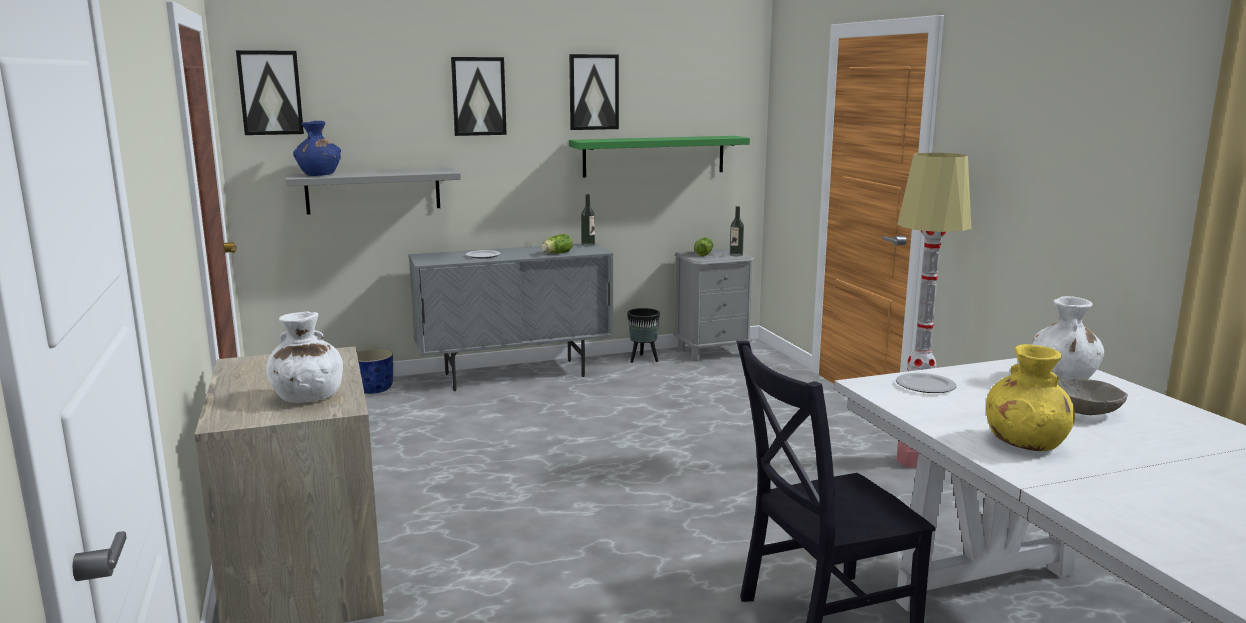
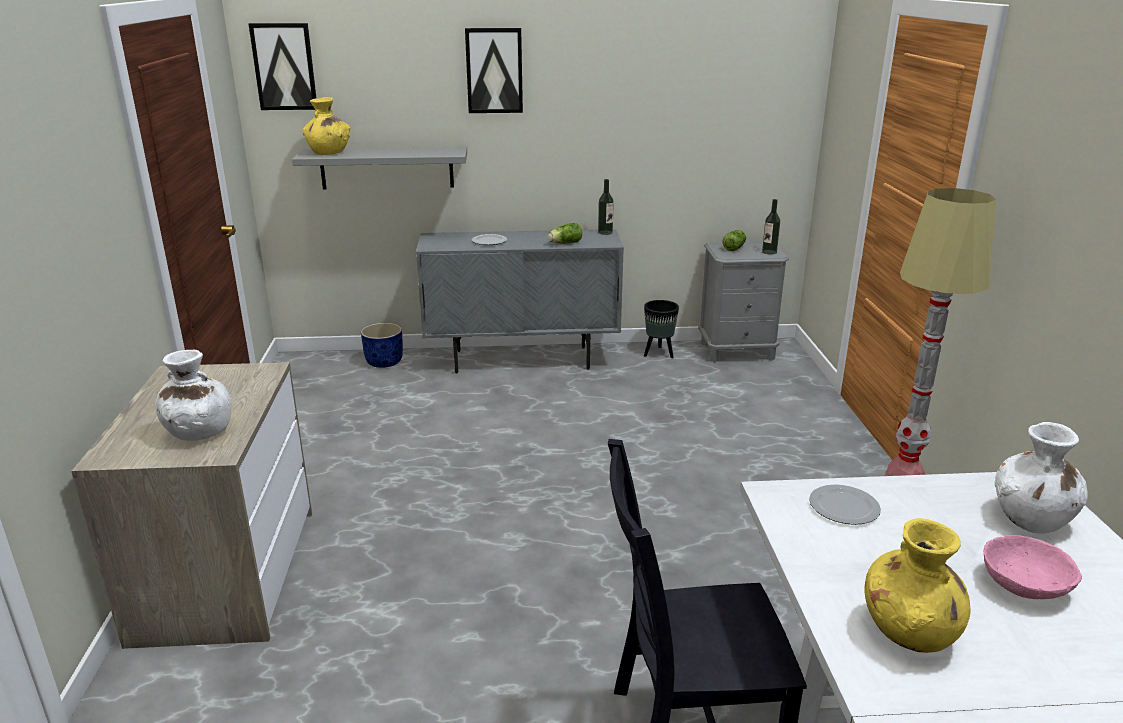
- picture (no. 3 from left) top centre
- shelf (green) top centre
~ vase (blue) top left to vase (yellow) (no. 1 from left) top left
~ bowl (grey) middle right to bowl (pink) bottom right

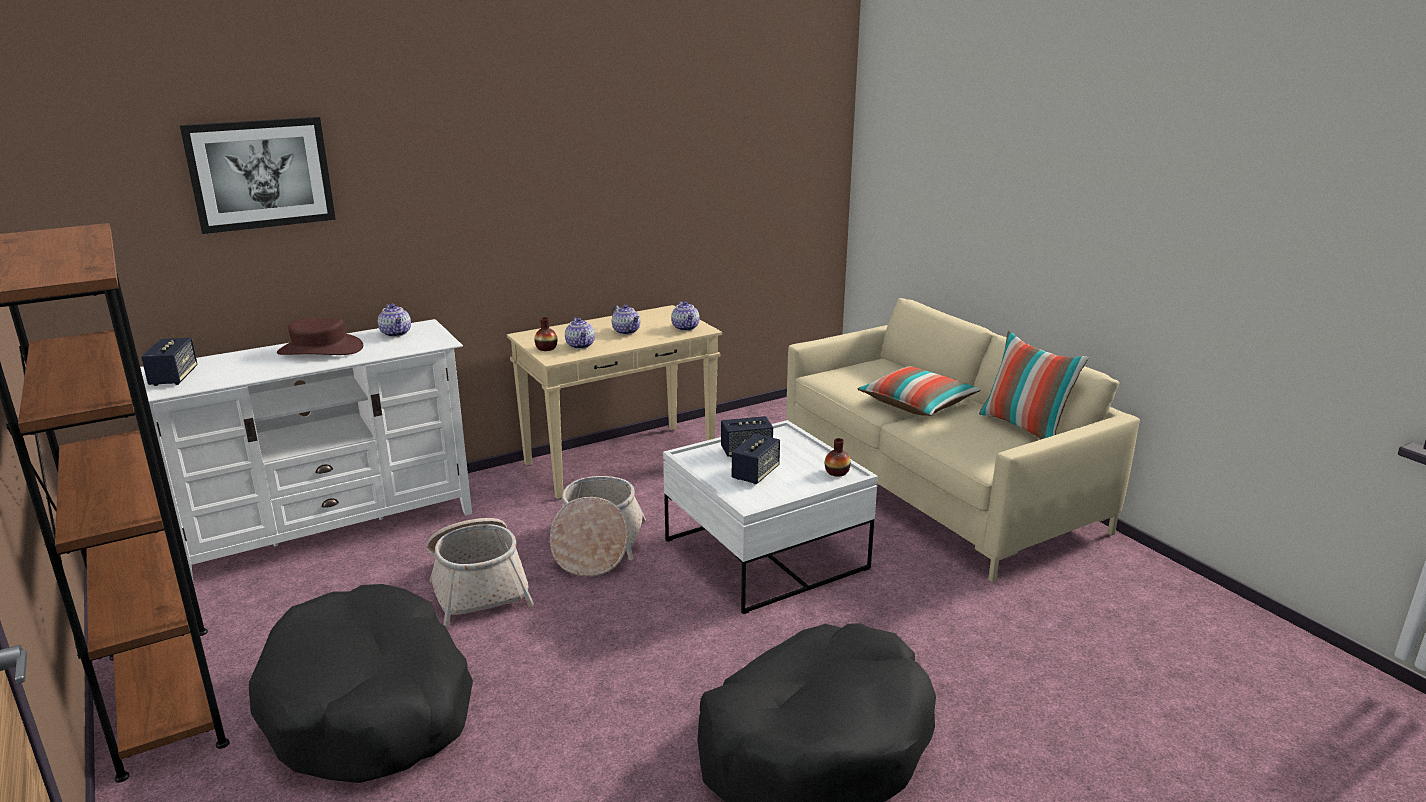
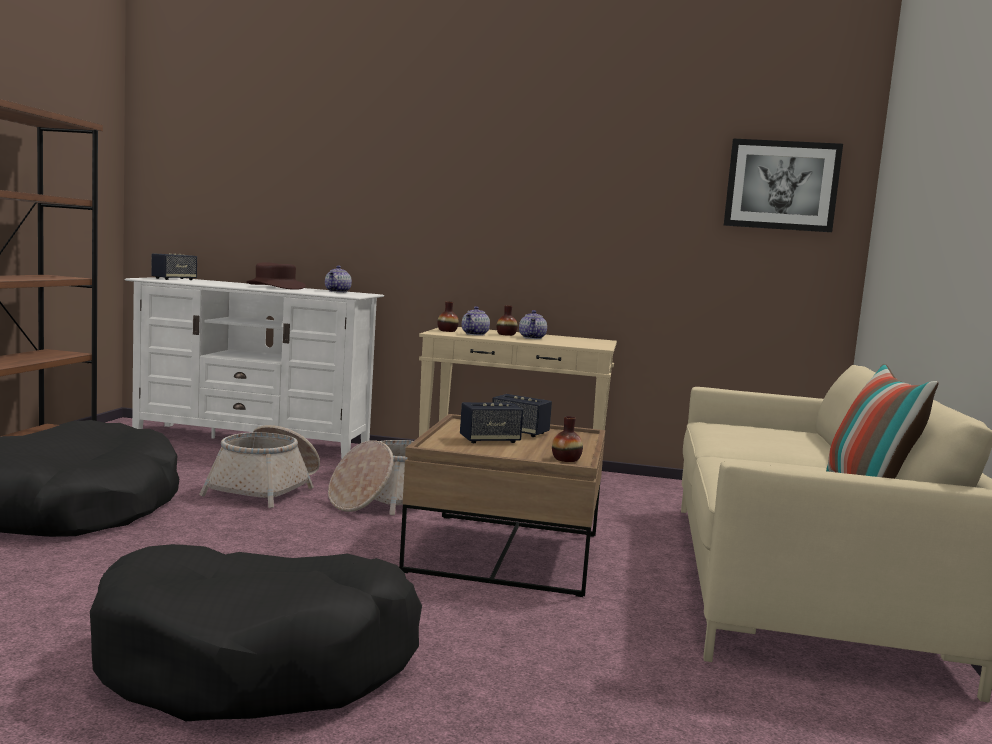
- teapot (no. 4 from left) centre
- pillow (no. 1 from left) centre
+ vase (no. 2 from left) centre
~ picture top left to top right
~ coffee table (white) centre to coffee table (brown) bottom centre

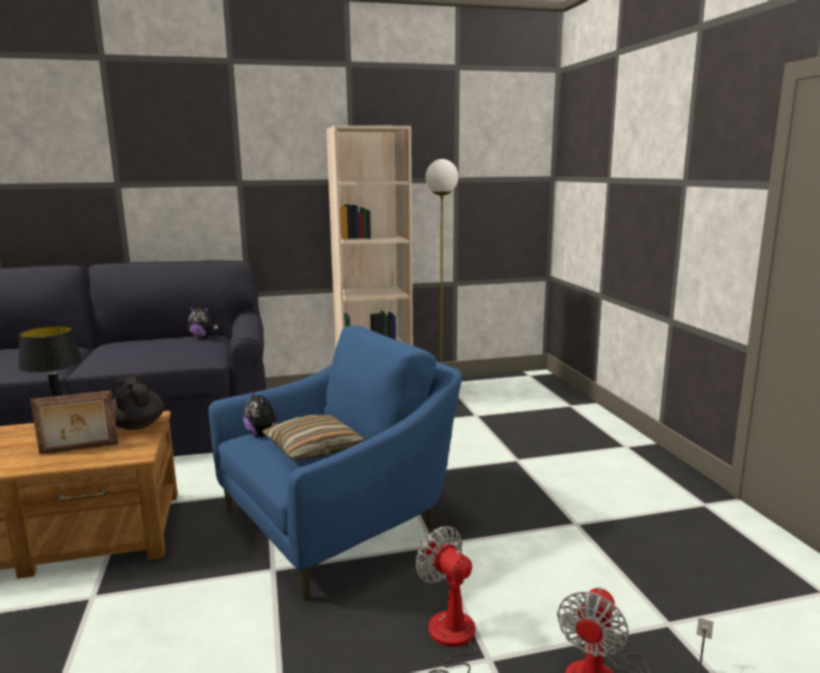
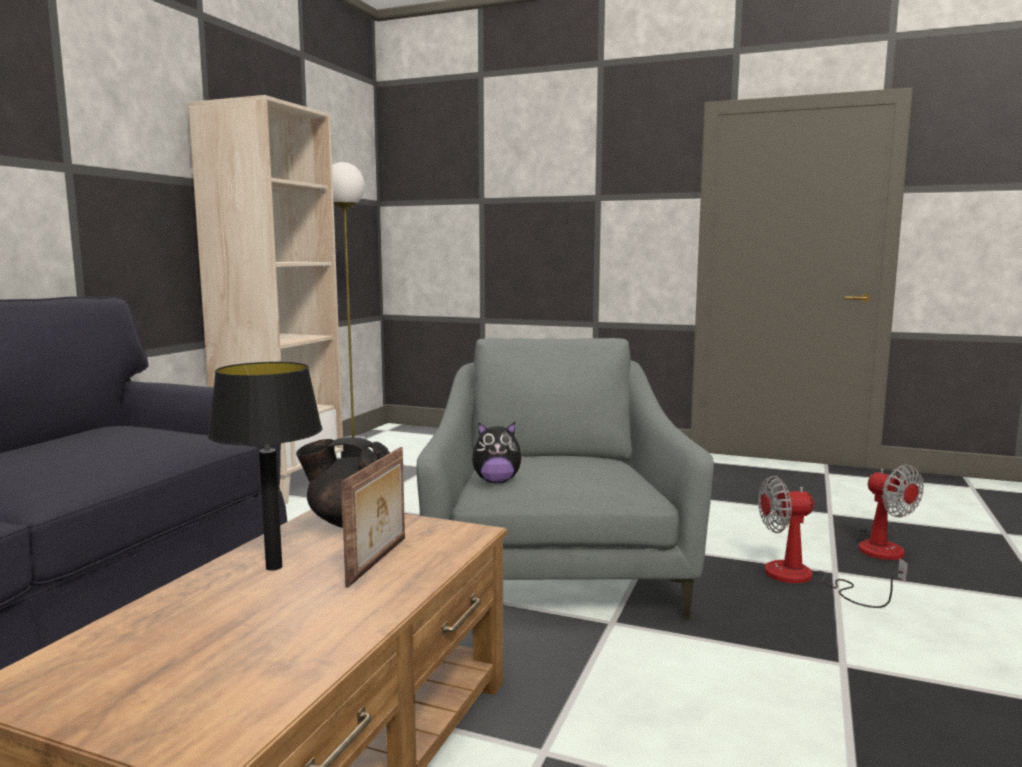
- plush toy (no. 1 from left) middle left
- pillow centre
~ armchair (blue) bottom centre to armchair (grey) centre

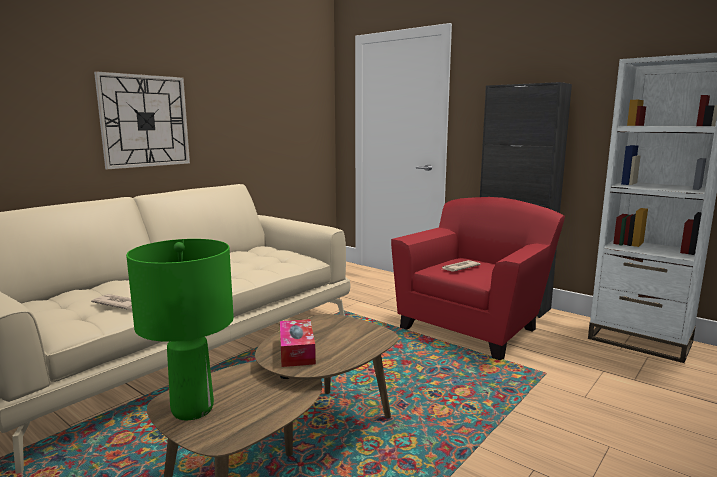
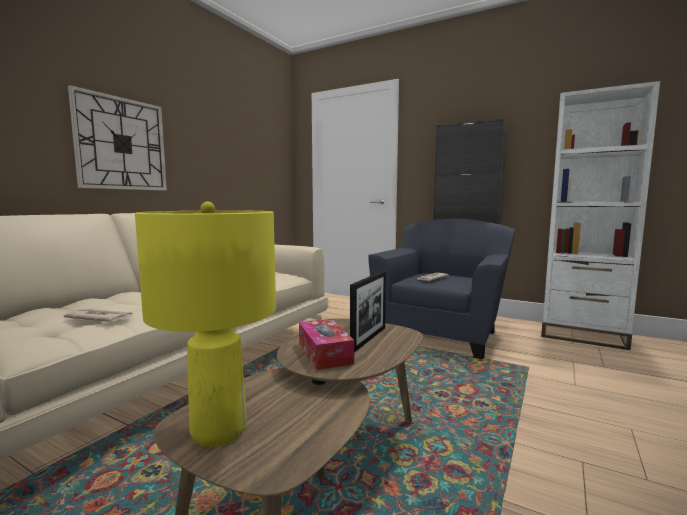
+ picture frame centre
~ table lamp (green) bottom left to table lamp (yellow) middle left
~ armchair (red) middle right to armchair (blue) centre

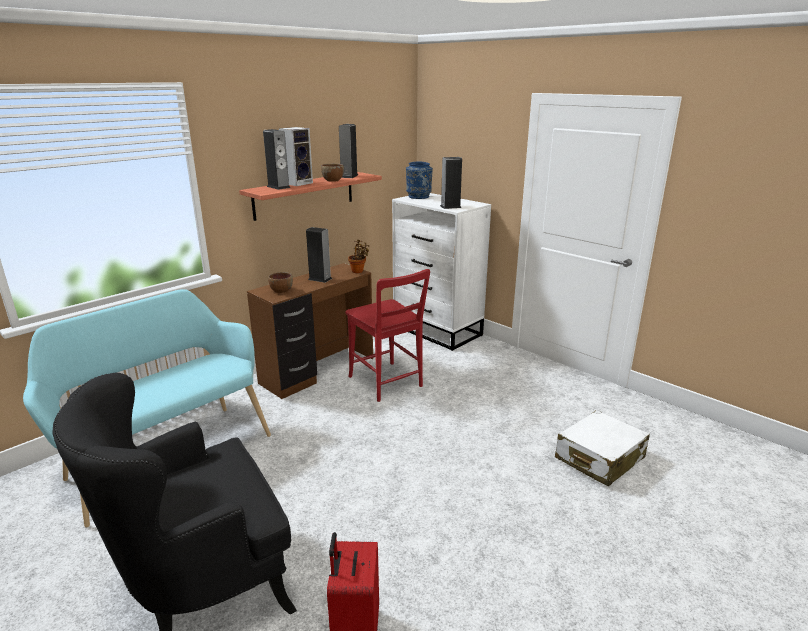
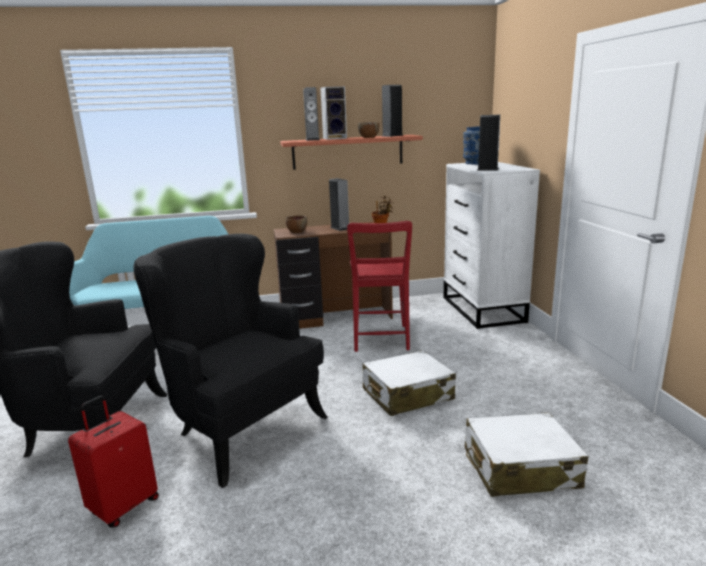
+ armchair (black) (no. 2 from left) middle left
+ suitcase (white) (no. 1 from left) bottom centre

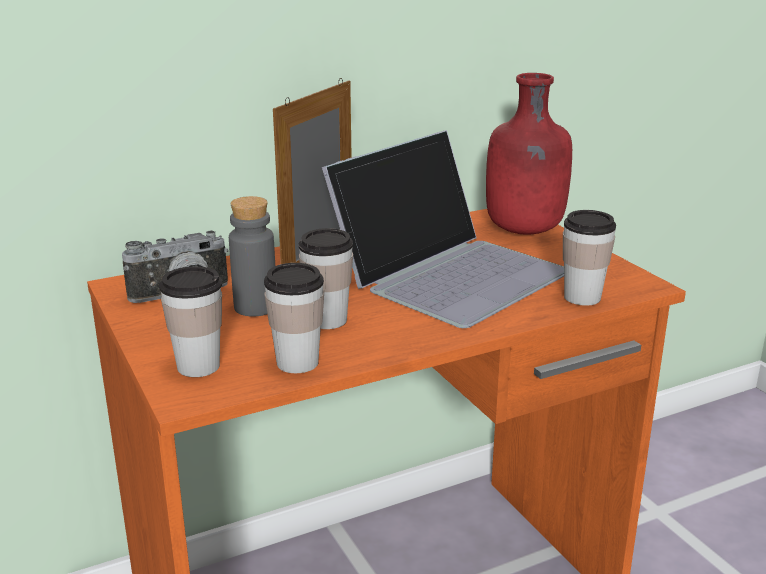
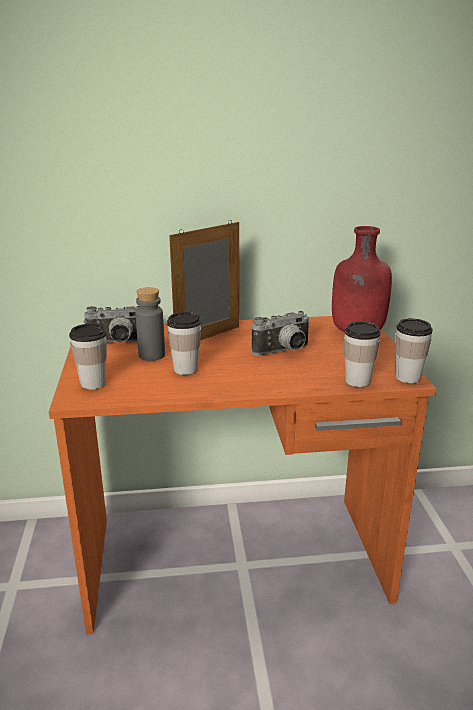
~ cup (no. 2 from left in the first image) centre to cup (no. 4 from left) middle right
~ laptop centre to photo camera (no. 2 from left) centre

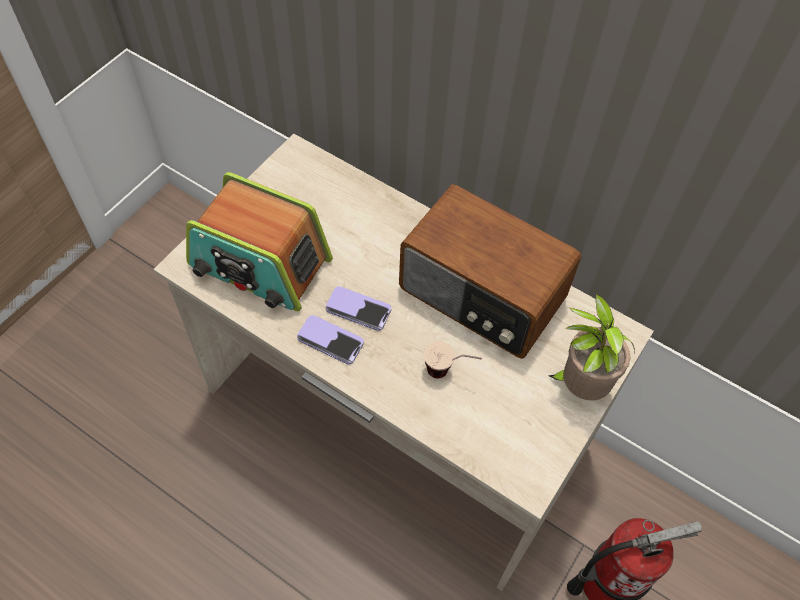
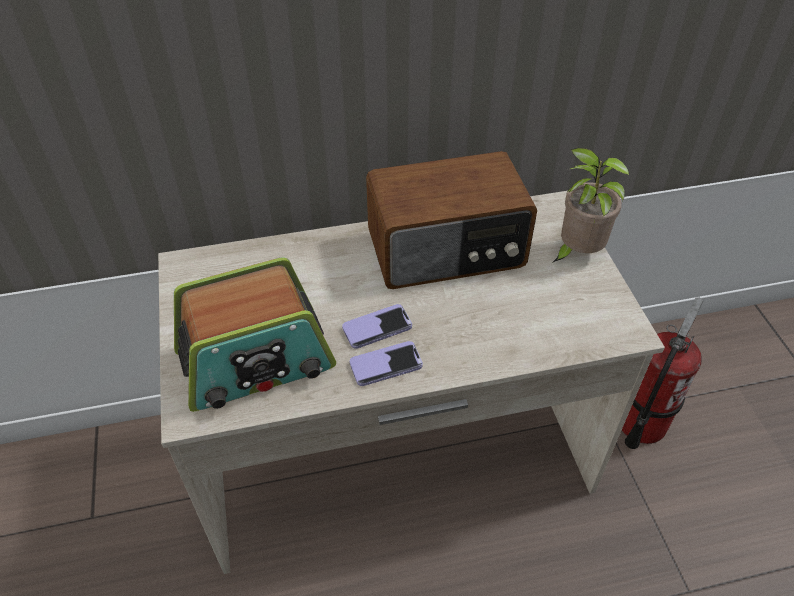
- cup centre

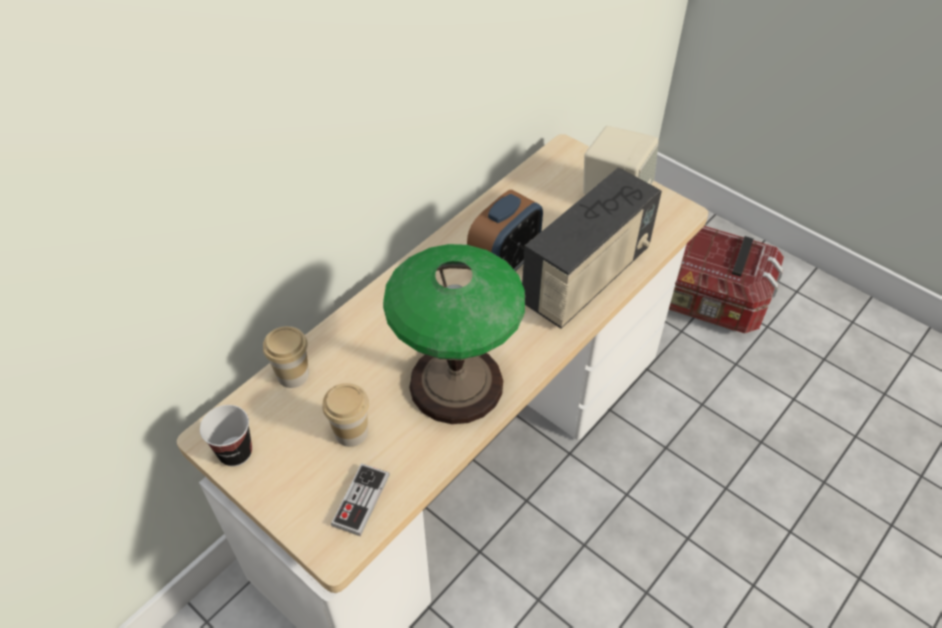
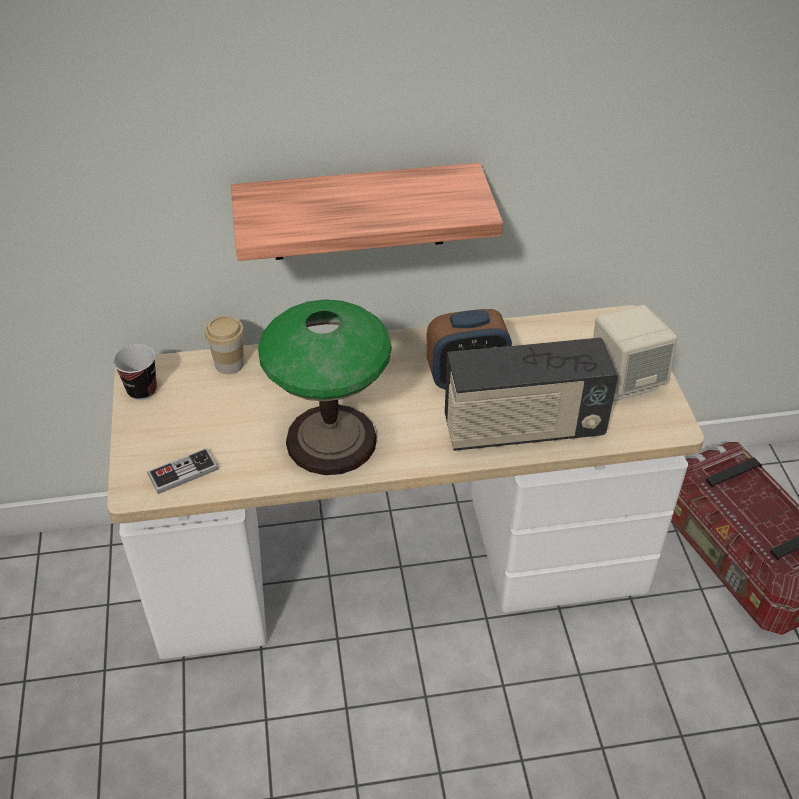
- cup (no. 3 from left) centre
+ shelf top centre

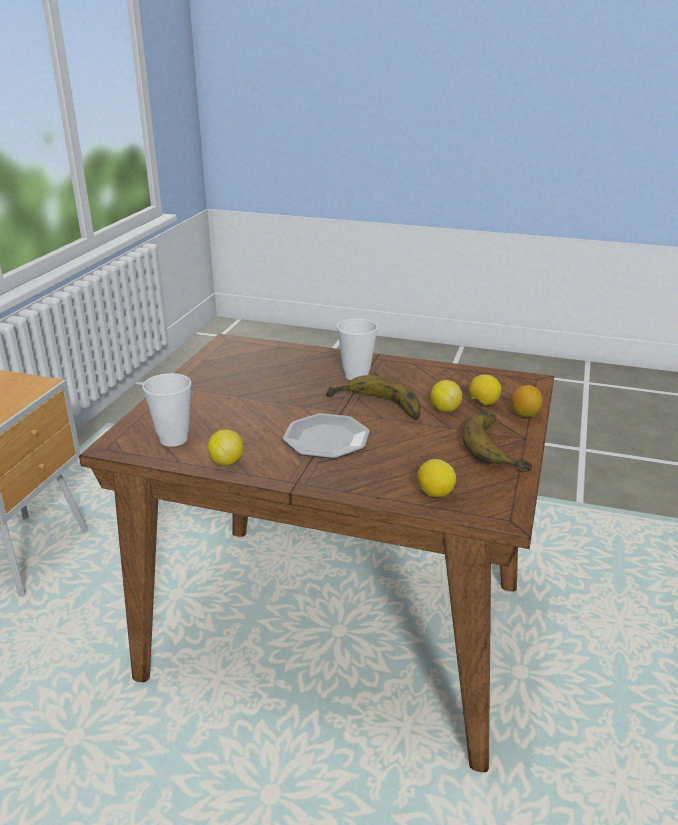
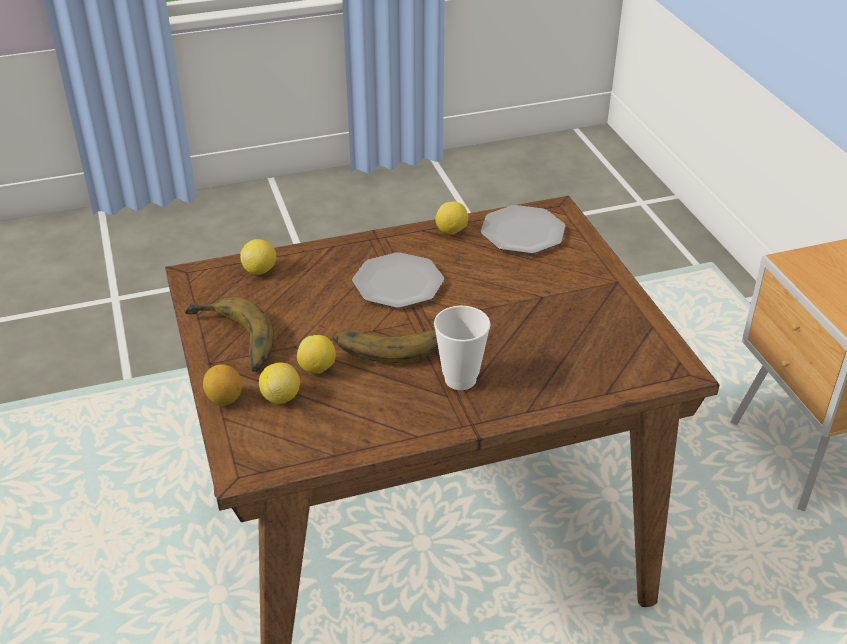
~ cup (no. 1 from left) middle left to plate (no. 2 from left) centre

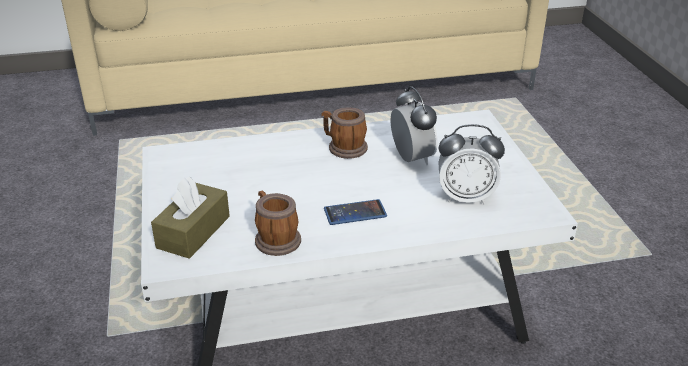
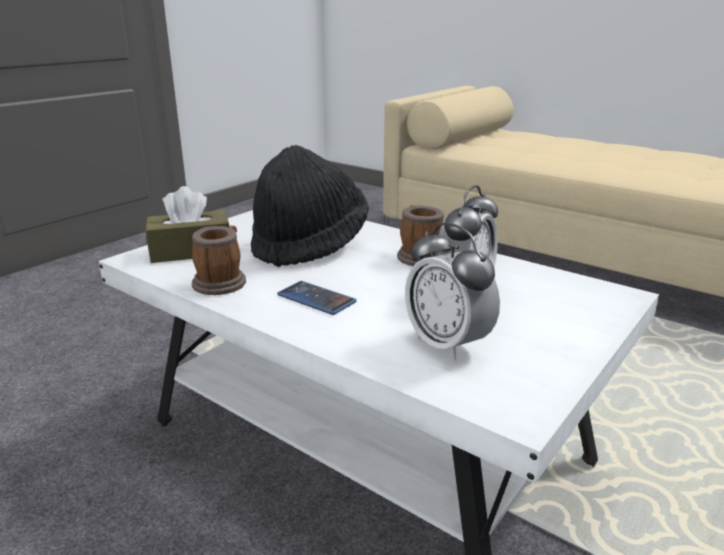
+ hat (black) centre

